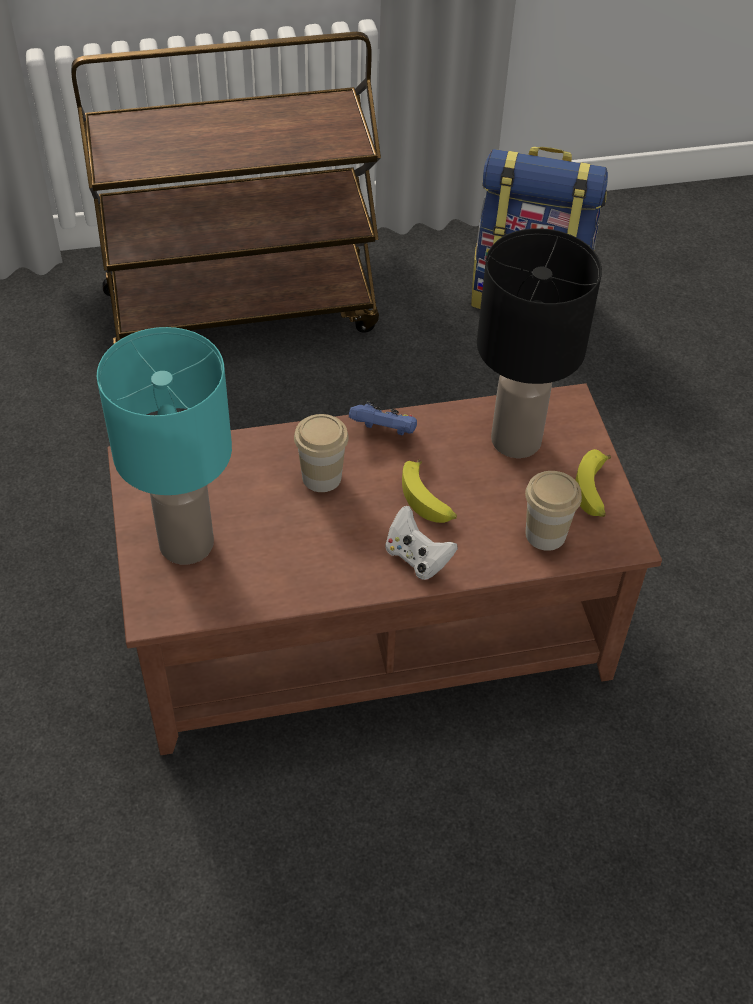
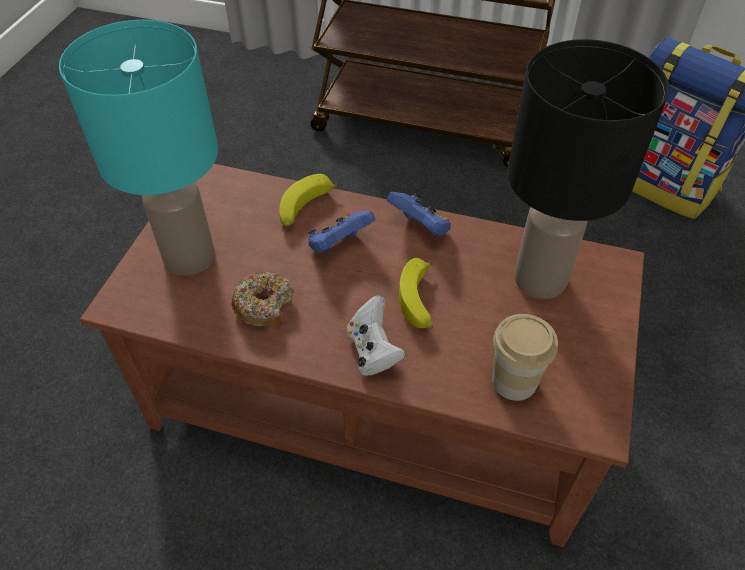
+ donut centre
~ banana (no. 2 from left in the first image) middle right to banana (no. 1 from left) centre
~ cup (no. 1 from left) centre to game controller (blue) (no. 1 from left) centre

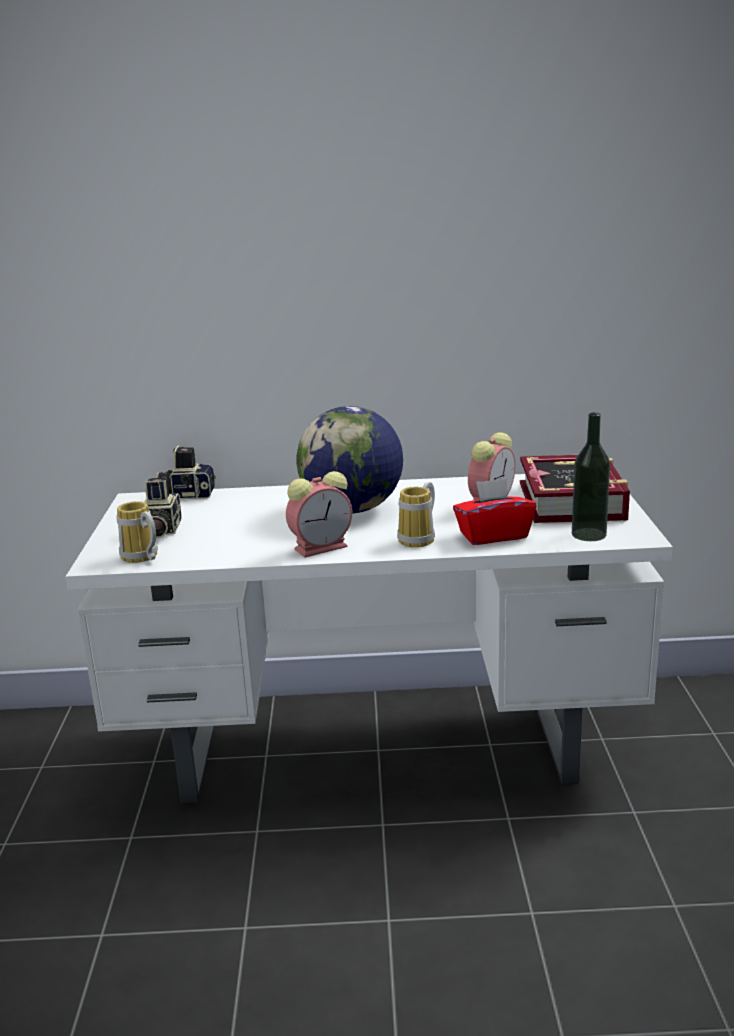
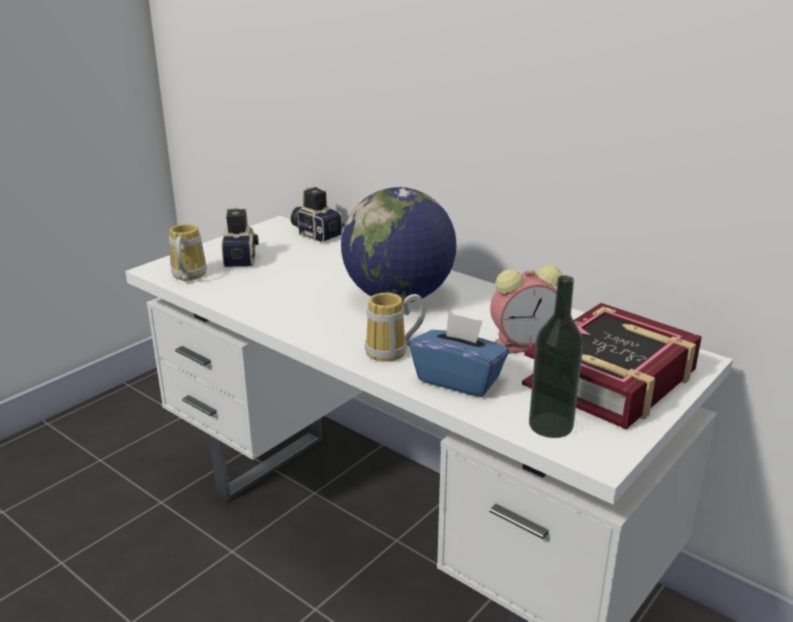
- alarm clock (no. 1 from left) centre
~ tissue box (red) middle right to tissue box (blue) centre
~ photo camera (no. 1 from left) middle left = middle left 135 degrees clockwise

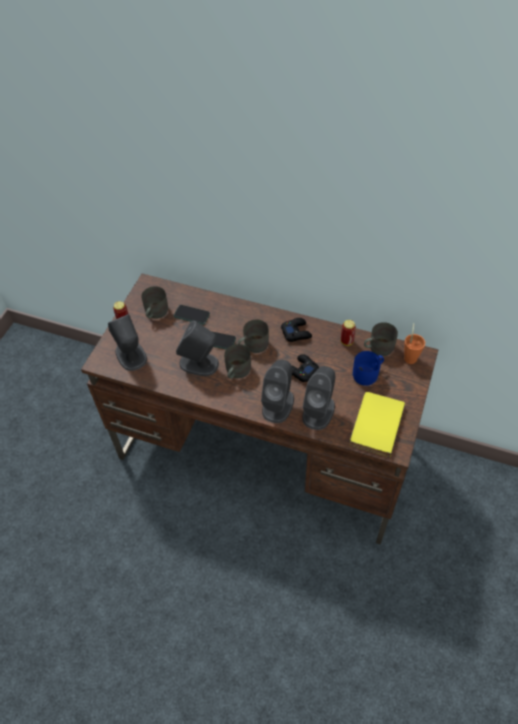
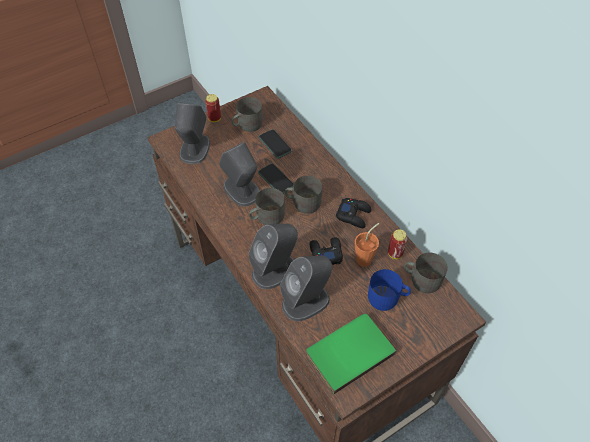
~ cup (orange) middle right to centre
~ book (yellow) middle right to book (green) bottom centre

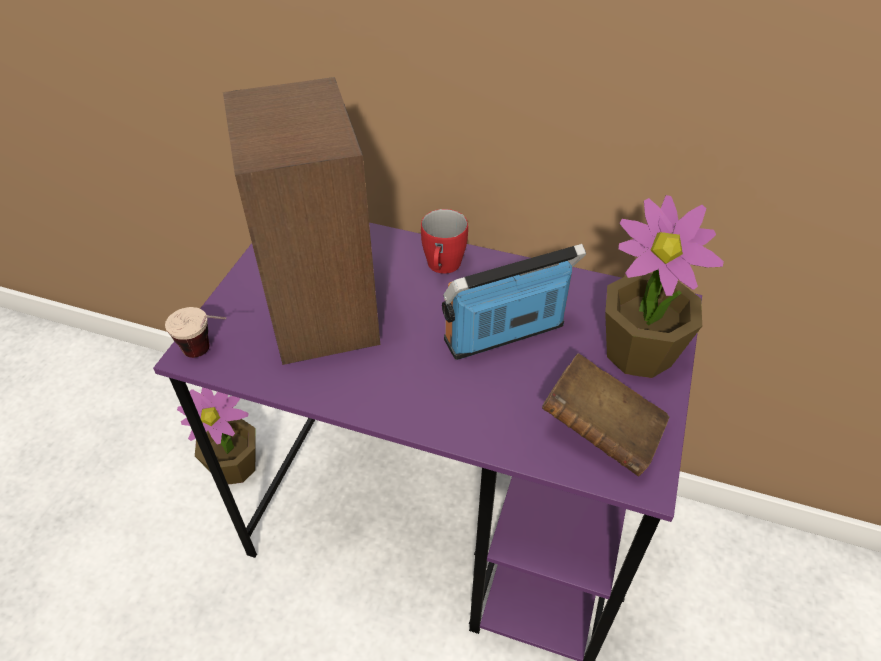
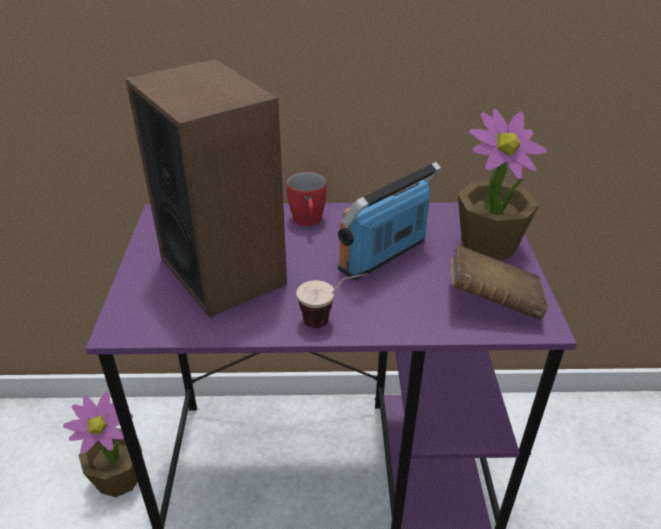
~ cup middle left to centre

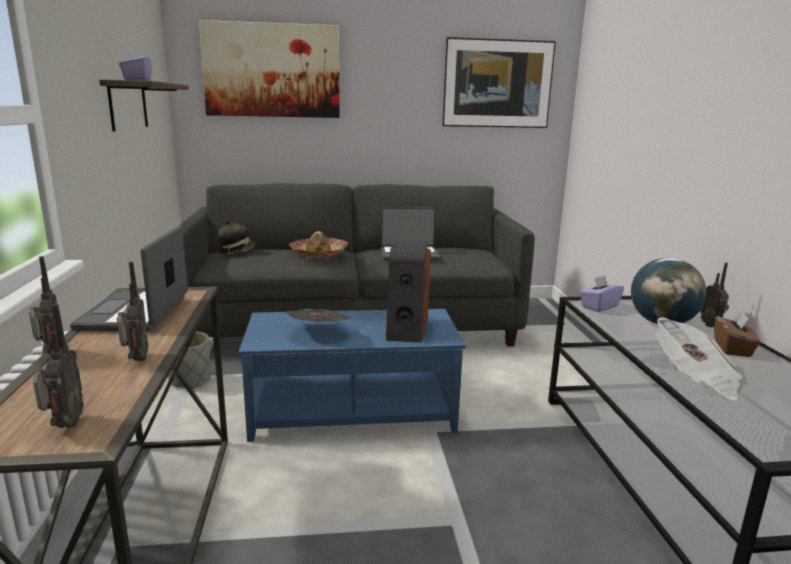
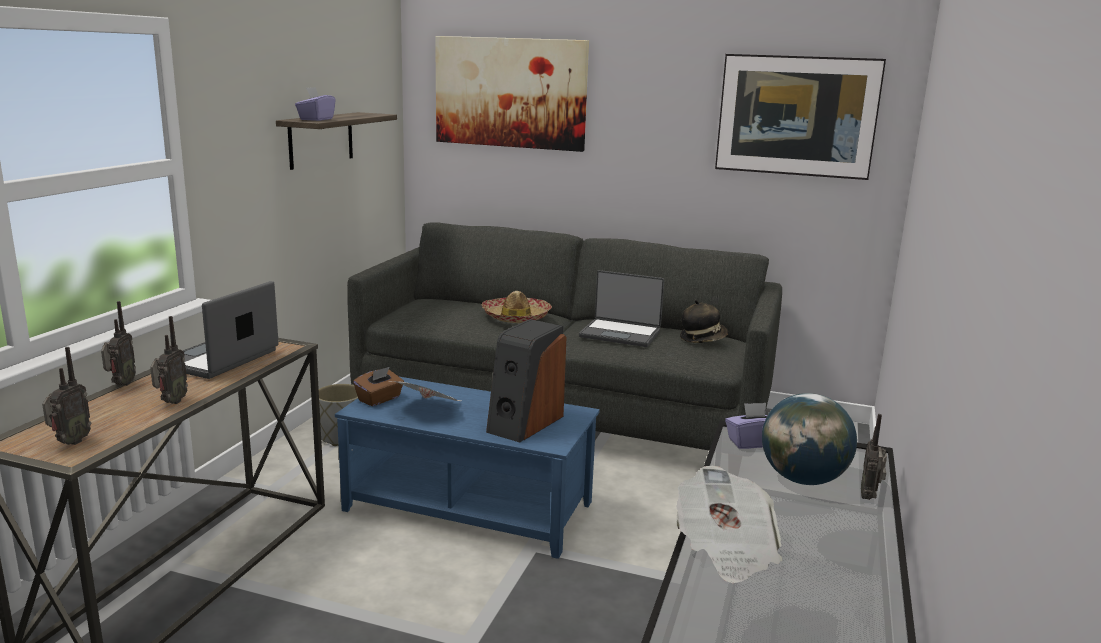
~ hat (no. 1 from left in the first image) middle left to hat (no. 2 from left) centre
~ tissue box (brown) middle right to centre

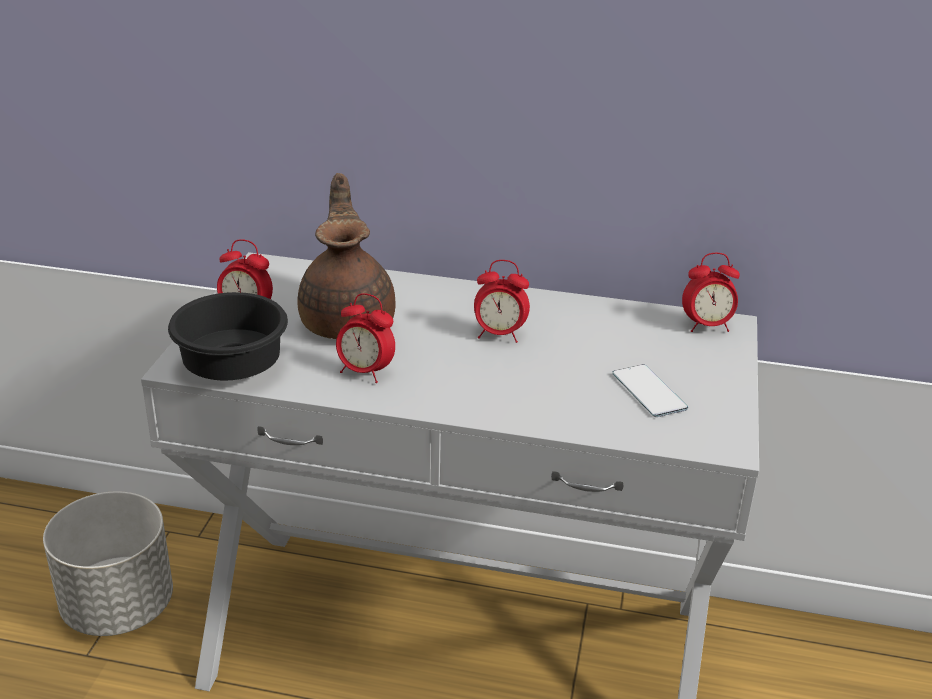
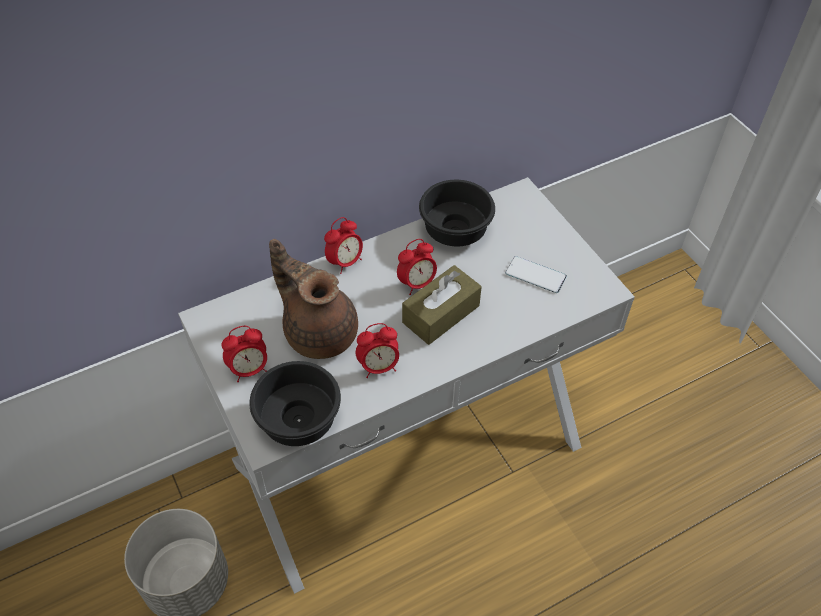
+ tissue box (brown) centre
+ bowl (black) (no. 2 from left) centre
~ alarm clock (no. 4 from left in the first image) middle right to alarm clock (no. 2 from left) centre

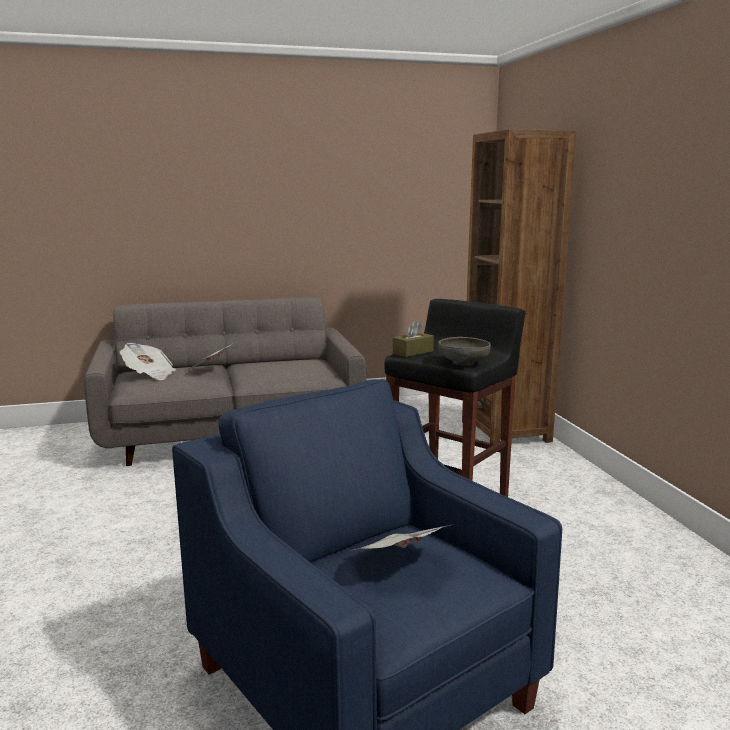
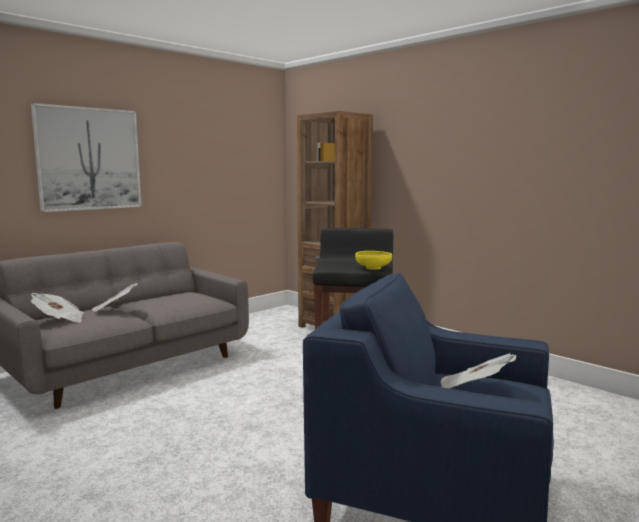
- tissue box (brown) centre
+ picture top left
~ bowl (grey) centre to bowl (yellow) centre

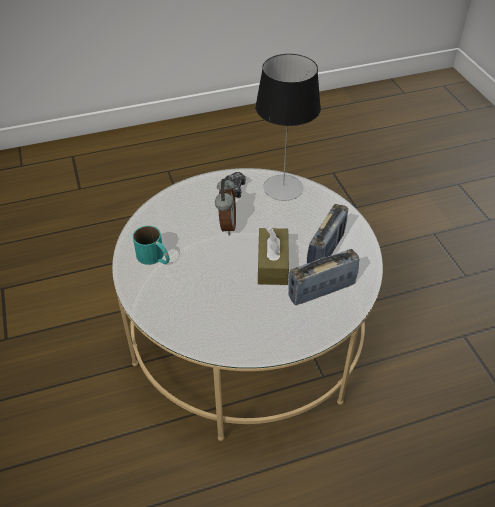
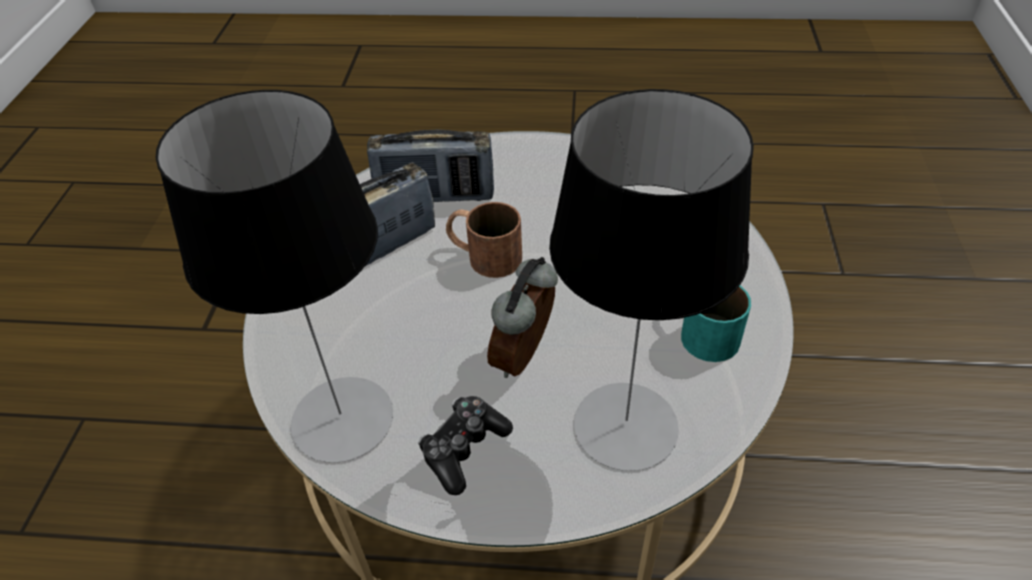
+ table lamp (no. 2 from left) centre
~ tissue box (brown) centre to mug (brown) centre

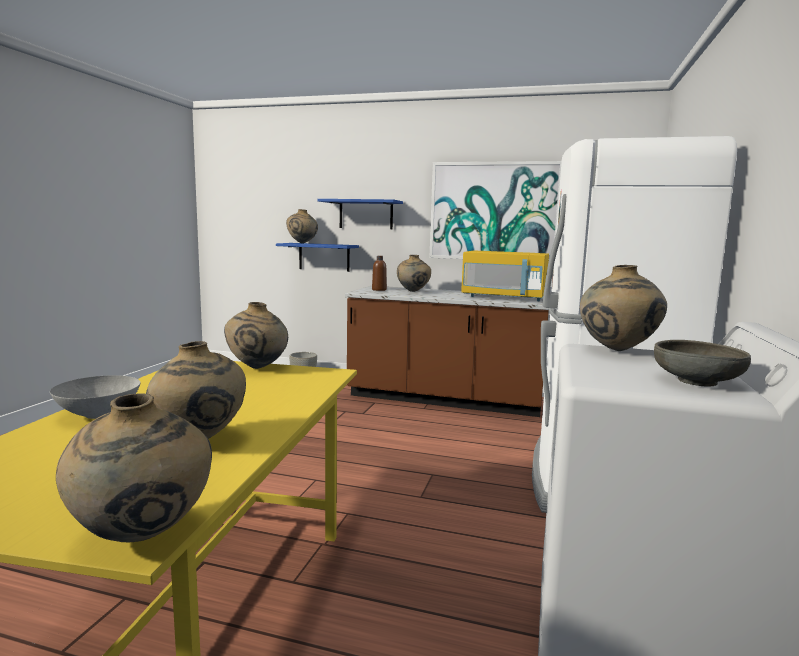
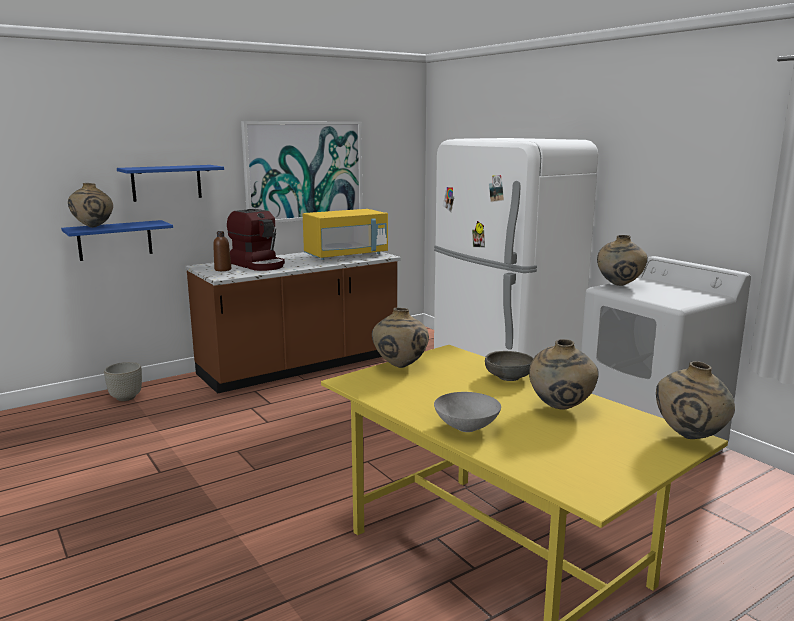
~ bowl (grey) (no. 2 from left) middle right to centre
~ vase (beige) (no. 5 from left) centre to coffee machine middle left

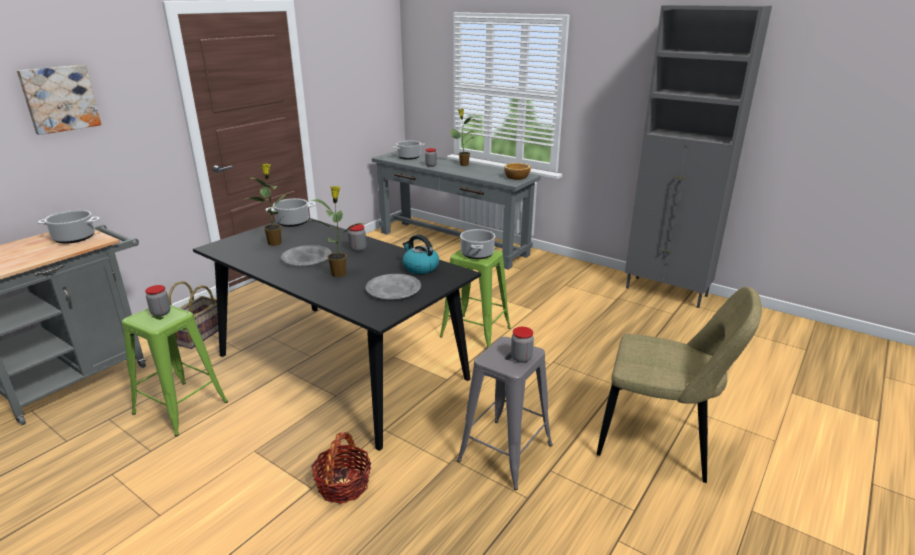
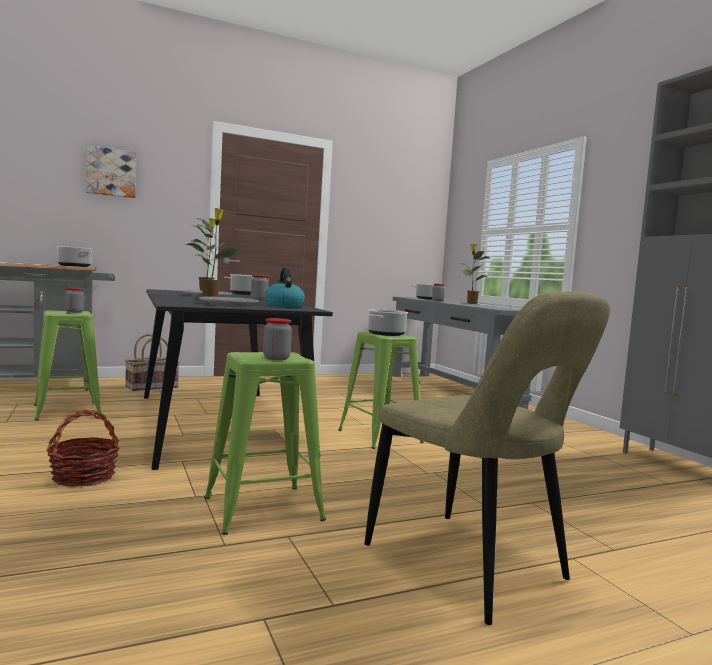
- bowl top centre
~ stool (grey) bottom centre to stool (green) (no. 2 from left) centre

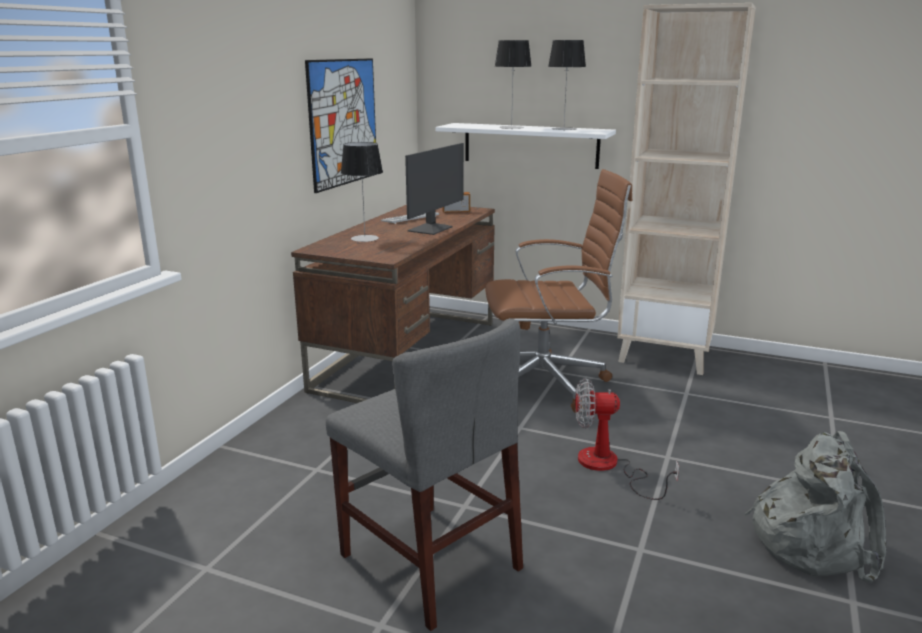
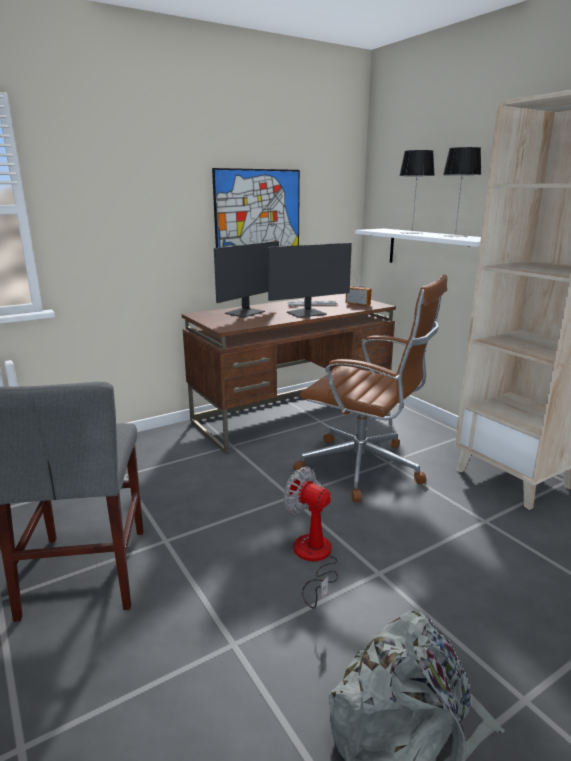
~ table lamp (no. 1 from left) top centre to monitor (no. 1 from left) centre

